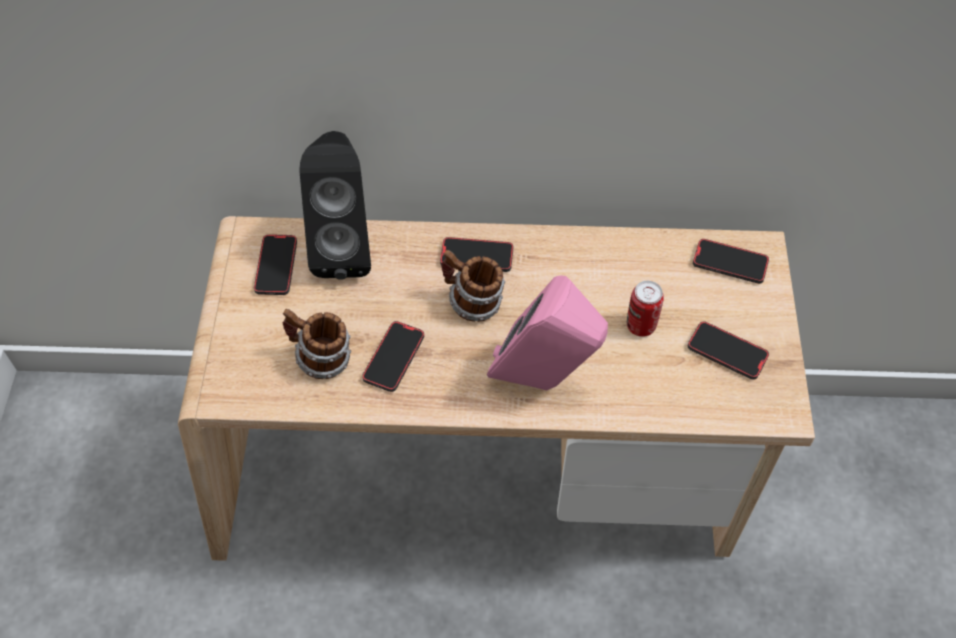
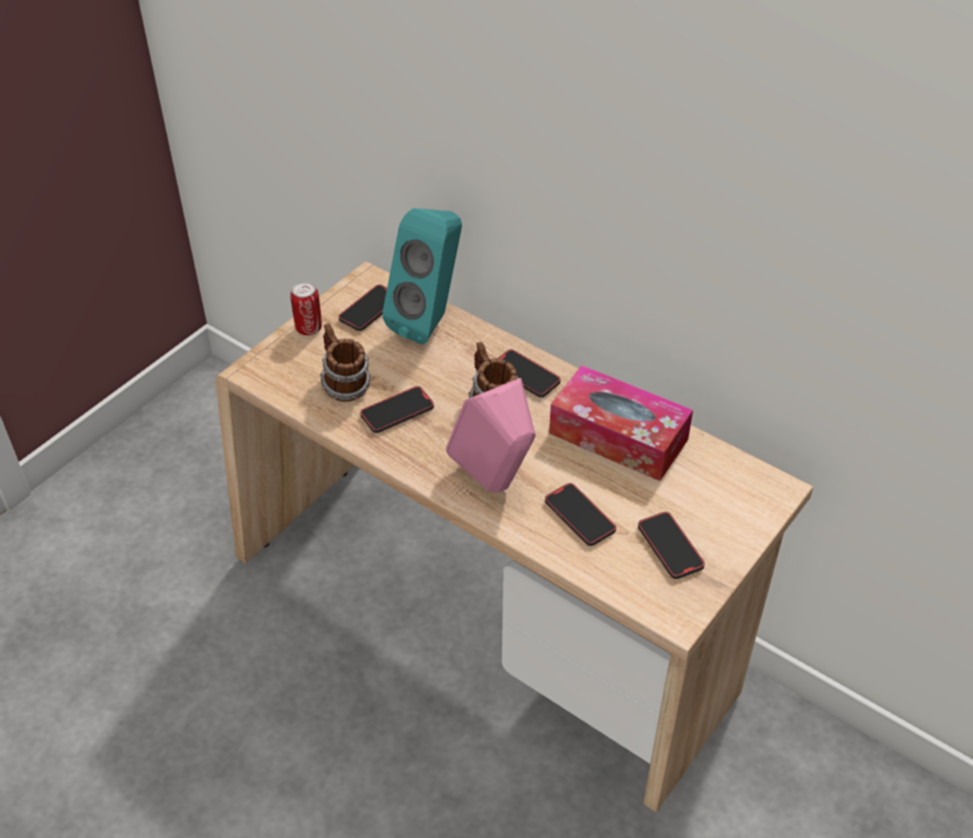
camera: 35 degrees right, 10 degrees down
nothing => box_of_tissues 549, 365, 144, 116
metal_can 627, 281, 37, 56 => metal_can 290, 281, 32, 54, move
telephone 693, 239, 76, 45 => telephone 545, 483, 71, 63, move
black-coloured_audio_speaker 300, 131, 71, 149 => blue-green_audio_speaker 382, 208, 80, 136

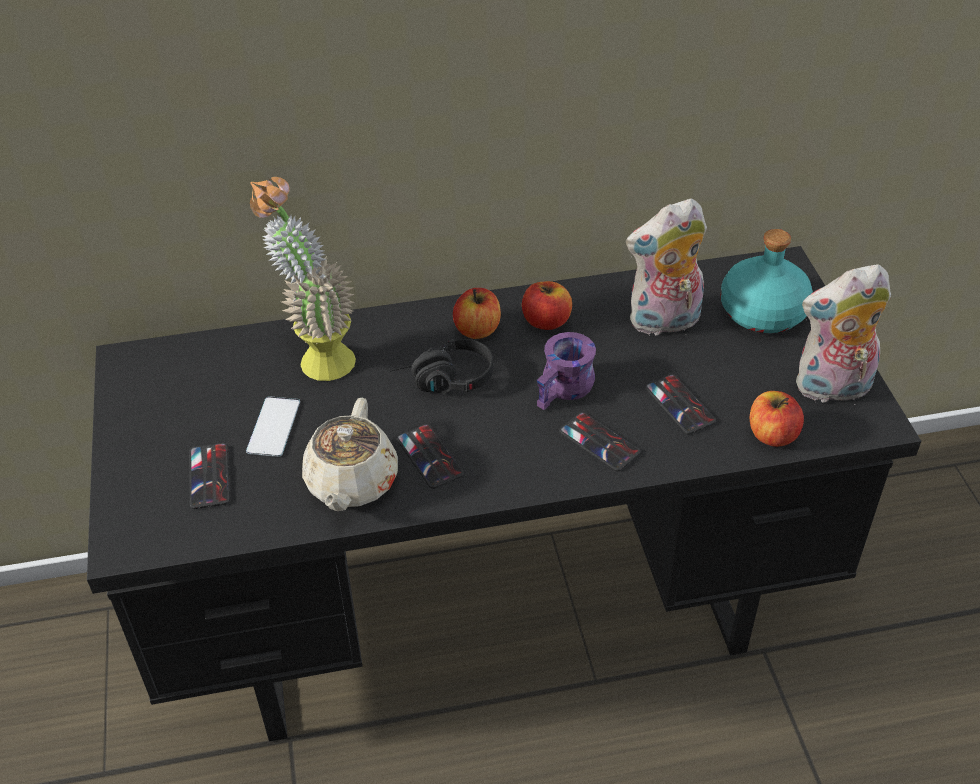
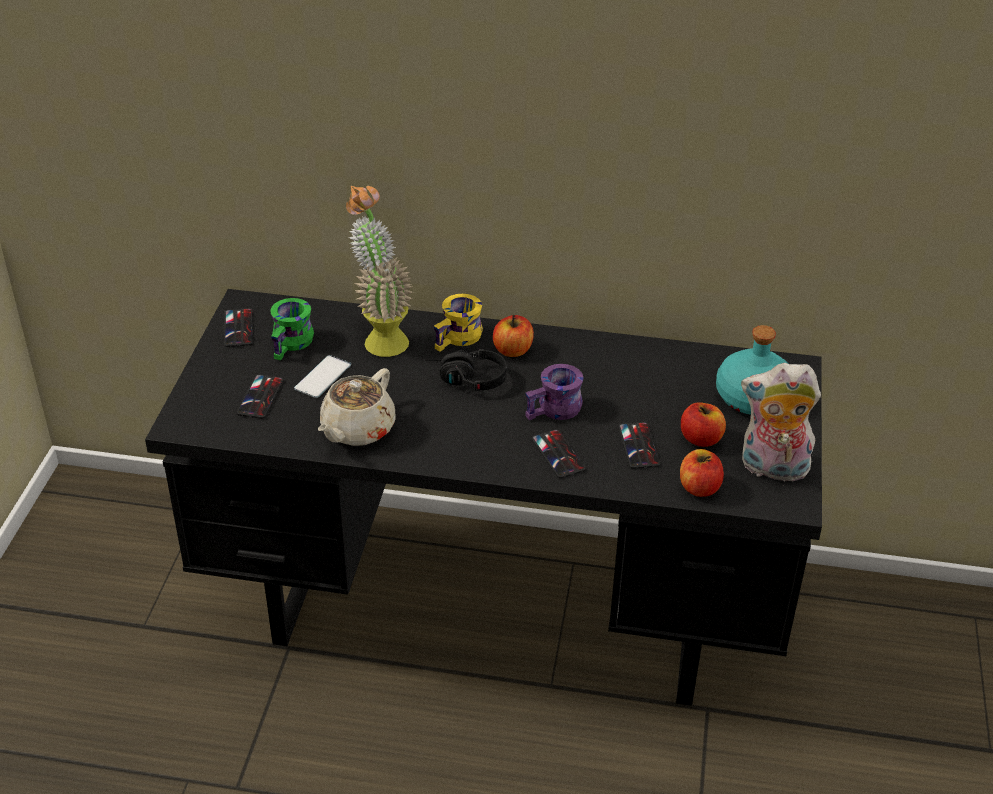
camera: 20 degrees right, 5 degrees down
plush_toy 626, 198, 81, 138 => nothing
nothing => greenish_coffee_mug 270, 298, 44, 63
nothing => yellowish_coffee_mug 434, 294, 49, 58
telephone 396, 424, 68, 65 => telephone 224, 308, 29, 39, move
apple 522, 281, 50, 49 => apple 681, 403, 45, 44, move

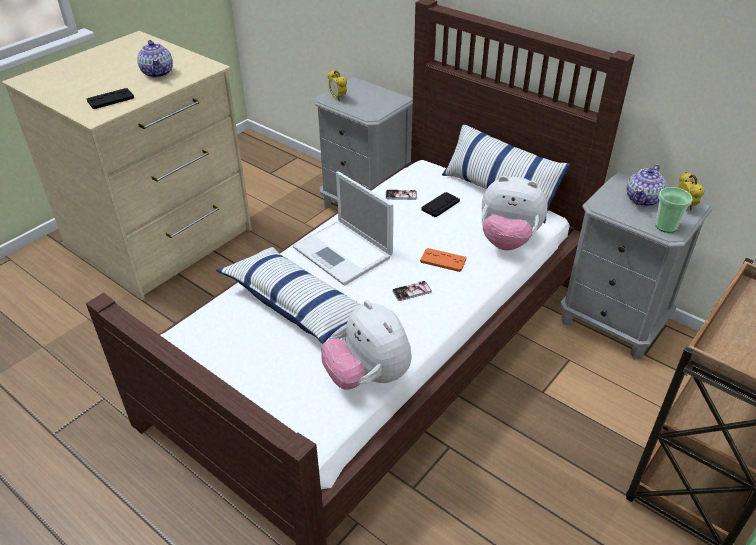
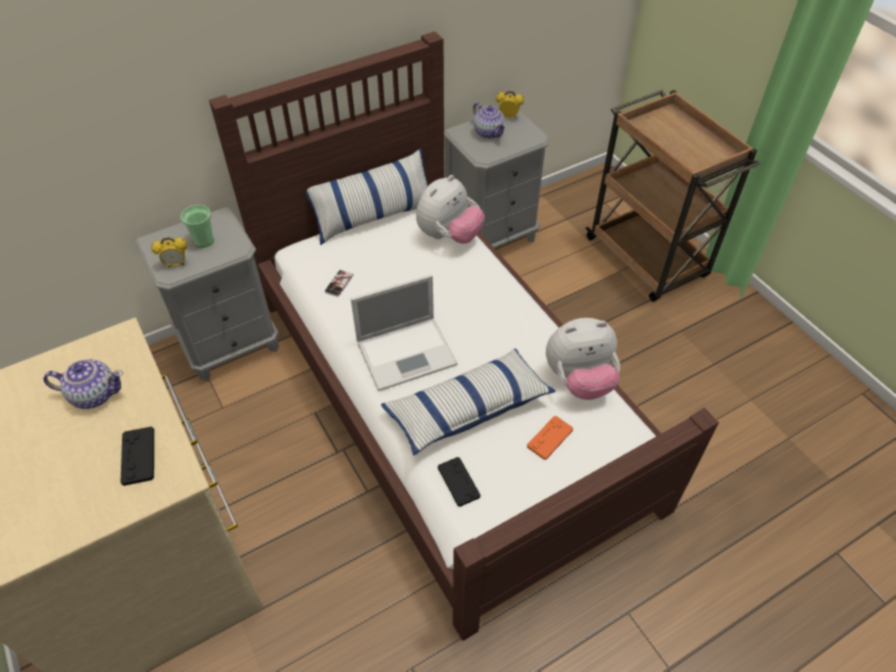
camera: 70 degrees left, 10 degrees up
telephone 392, 281, 40, 20 => nothing
orangey_joypad 420, 248, 46, 24 => orangey_joypad 527, 416, 46, 44, move
black-coloured_joypad 421, 192, 39, 25 => black-coloured_joypad 438, 457, 43, 50, move
drinking_cup 655, 187, 37, 46 => drinking_cup 181, 205, 33, 42, move

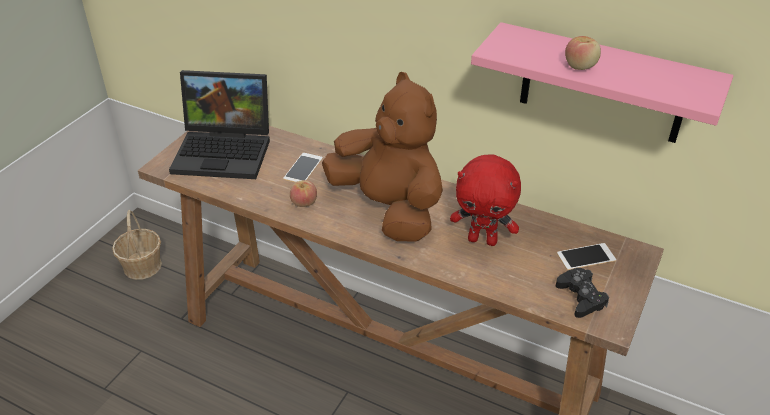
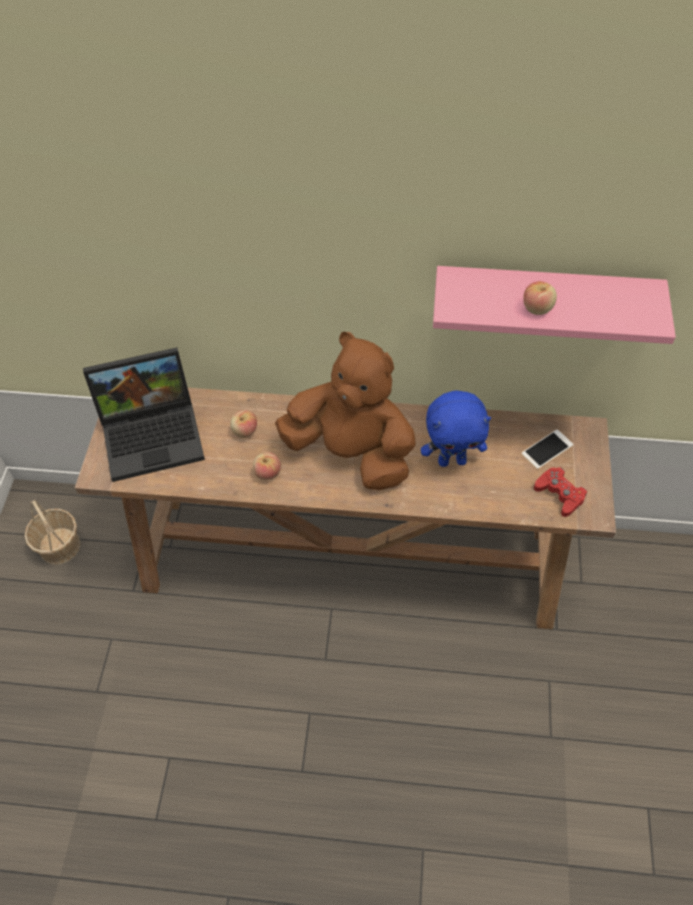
camera: 20 degrees left, 15 degrees up
telephone 283, 153, 40, 30 => apple 230, 410, 27, 28
red_plush_toy 450, 154, 71, 92 => blue_plush_toy 421, 390, 70, 77
black-coloured_joypad 556, 268, 53, 50 => red_joypad 534, 467, 53, 50

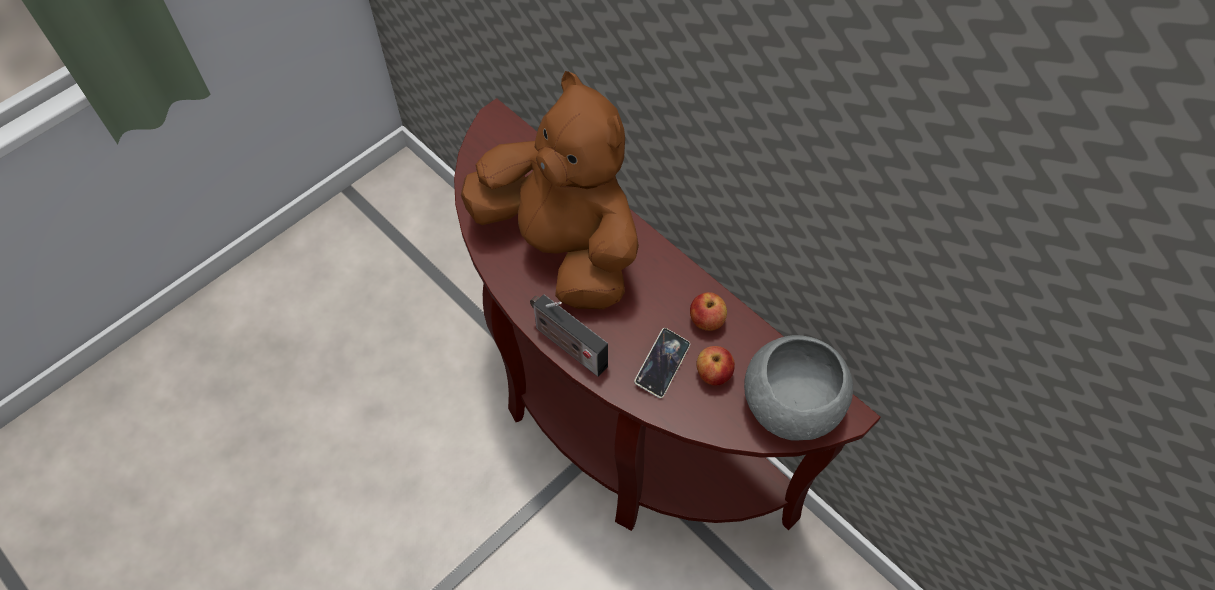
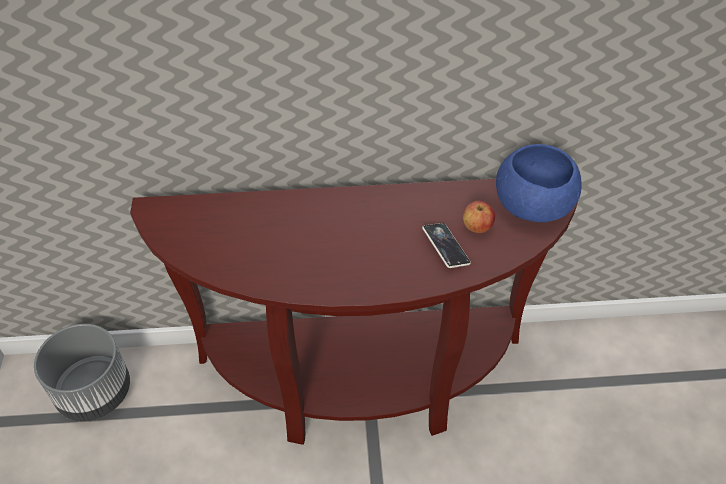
camera: 50 degrees left, 10 degrees down
brown_plush_toy 461, 71, 178, 238 => nothing
radio_set 530, 295, 78, 82 => nothing
apple 690, 292, 37, 39 => nothing
nothing => greyish_planter 34, 324, 96, 97
greyish_bowl 744, 335, 109, 106 => blue_bowl 496, 144, 86, 78

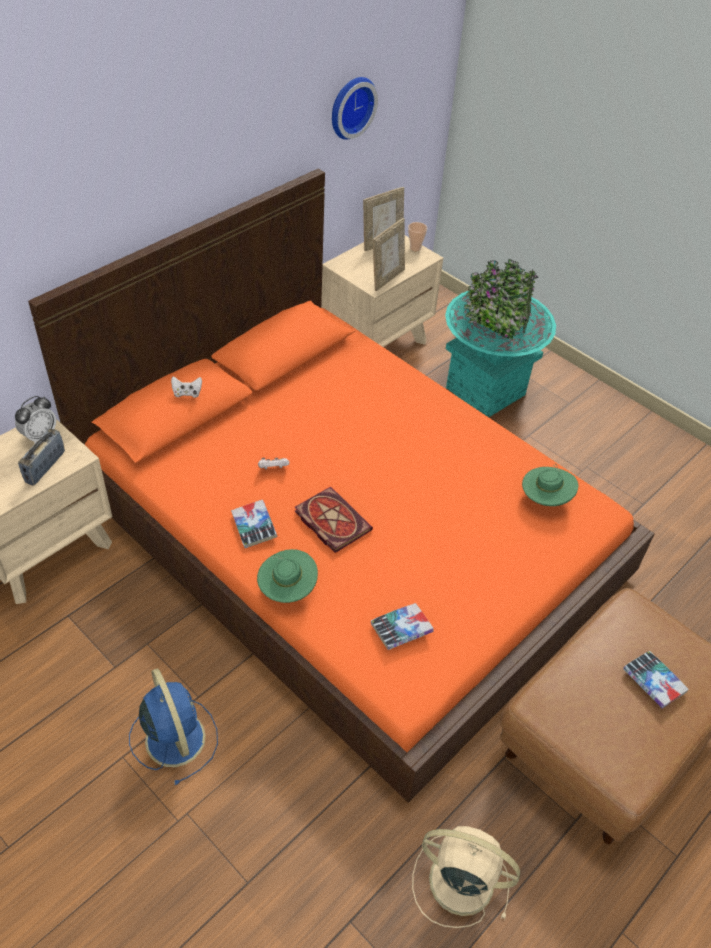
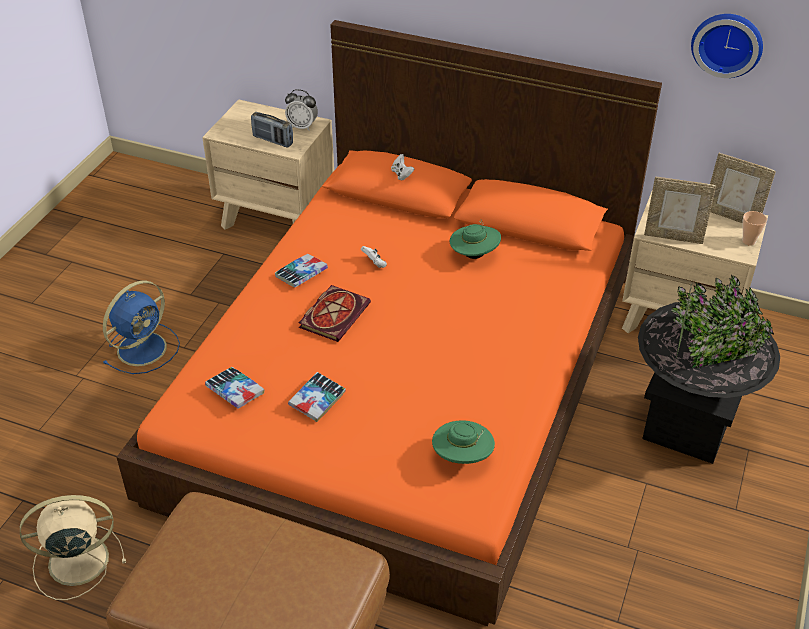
camera: 70 degrees right, 5 degrees down
greenish_wearable_hat 257, 549, 61, 54 => greenish_wearable_hat 450, 220, 51, 39, move
bound_book 623, 651, 66, 58 => bound_book 288, 372, 58, 50, move
blue-green_planter 445, 259, 111, 158 => black-coloured_planter 638, 275, 142, 189
radio_set 18, 428, 47, 58 => radio_set 251, 112, 42, 36, 150 degrees counterclockwise
beige-coloured_cooling_fan 412, 826, 108, 102 => beige-coloured_cooling_fan 20, 495, 106, 105, 105 degrees counterclockwise

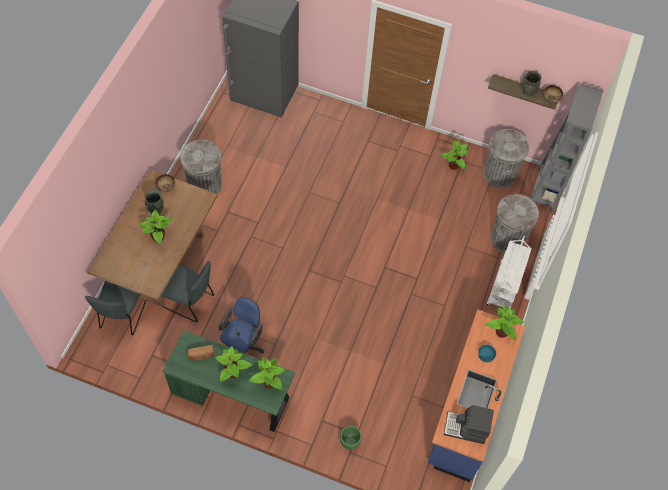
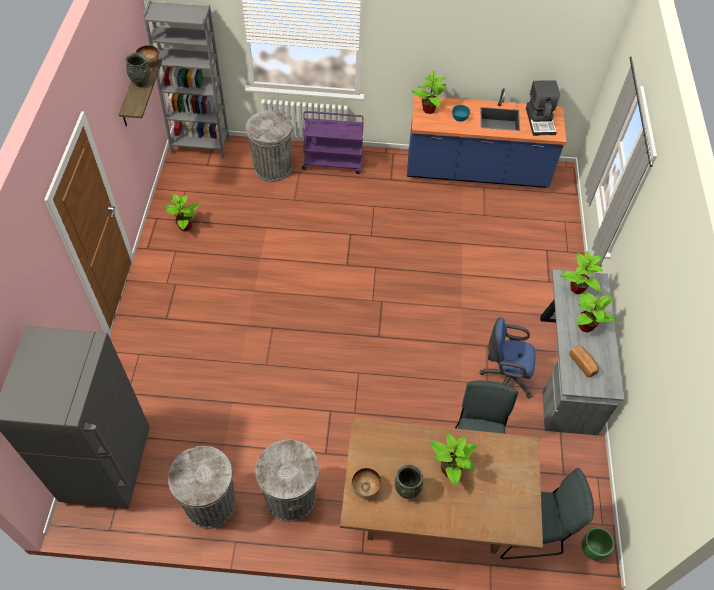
camera: 105 degrees left, 5 degrees down
greenish_planter 340, 426, 22, 24 => greenish_planter 582, 527, 32, 34, move
greyish_waste_bin 483, 129, 46, 59 => greyish_waste_bin 168, 446, 68, 83, move
greenish_desk_table 162, 330, 133, 102 => greyish_desk_table 540, 269, 84, 166
white_wheeled_cart 487, 236, 45, 73 => purple-coloured_wheeled_cart 302, 111, 62, 63

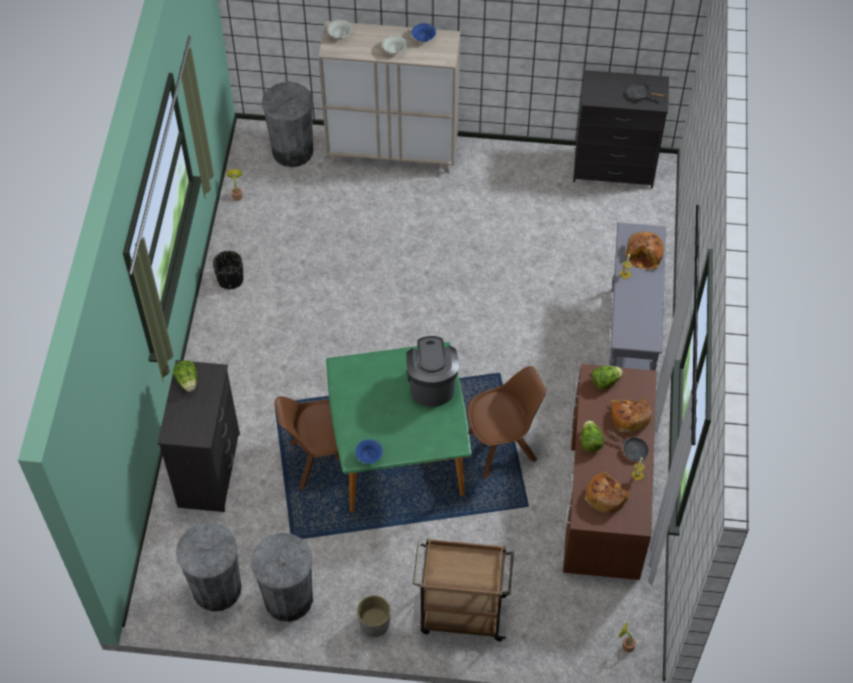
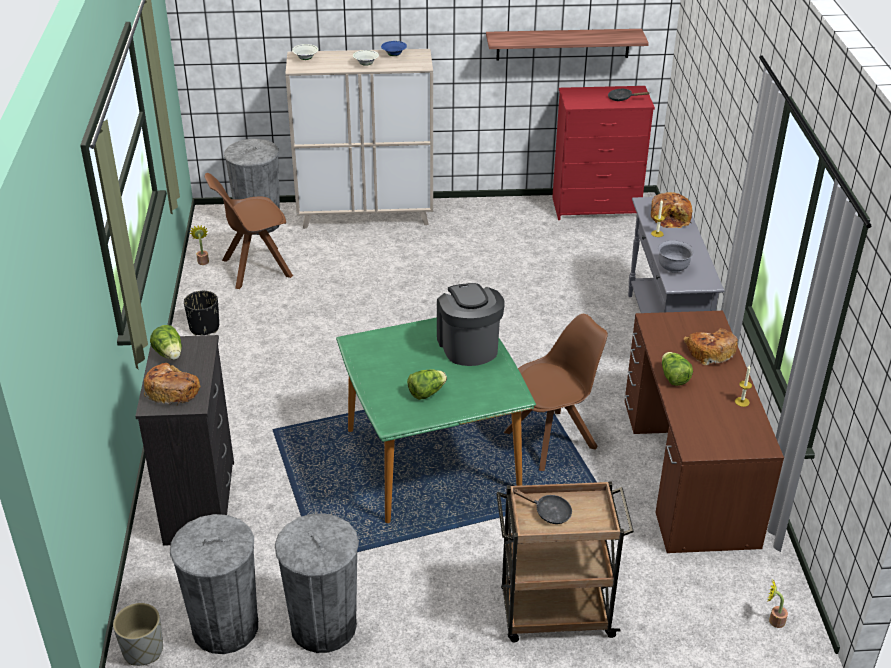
camera: 10 degrees left, 20 degrees down
blue_bowl 355, 439, 28, 25 => nothing
nothing => bracket_shelf 486, 29, 163, 31
nothing => greyish_bowl 658, 240, 36, 33
brown_chair 275, 396, 82, 94 => brown_chair 205, 173, 88, 116, move
greyish_planter 357, 595, 34, 42 => greyish_planter 113, 603, 50, 63, move
bread 584, 472, 45, 41 => bread 144, 363, 57, 42, move
head_of_lettuce 591, 366, 32, 23 => head_of_lettuce 407, 369, 40, 31, move
black-coloured_skillet 609, 430, 40, 31 => black-coloured_skillet 513, 489, 59, 35, move
black-coloured_chest_of_drawers 573, 70, 96, 119 => red_chest_of_drawers 552, 86, 103, 134

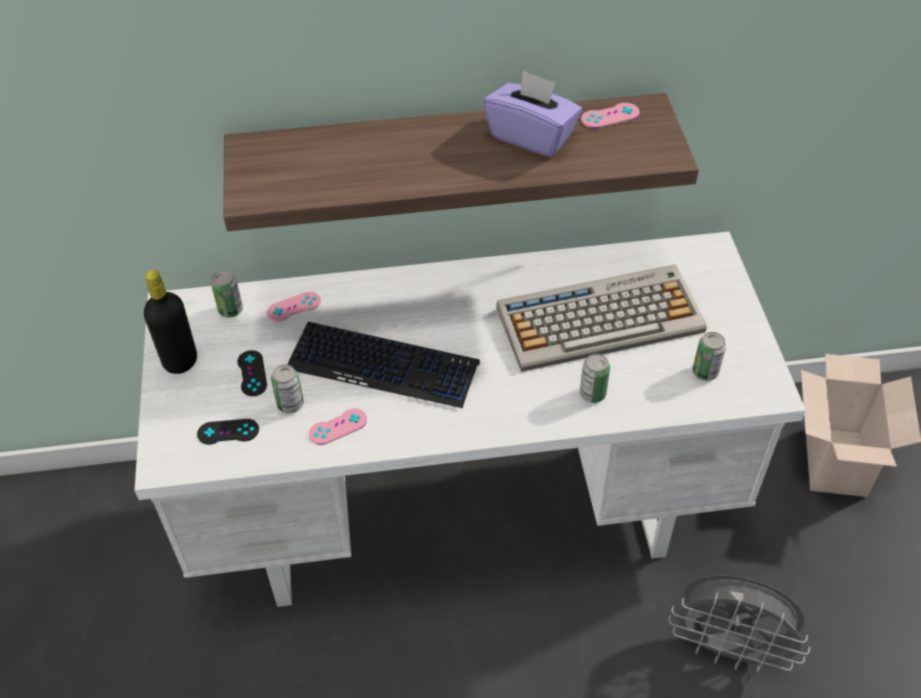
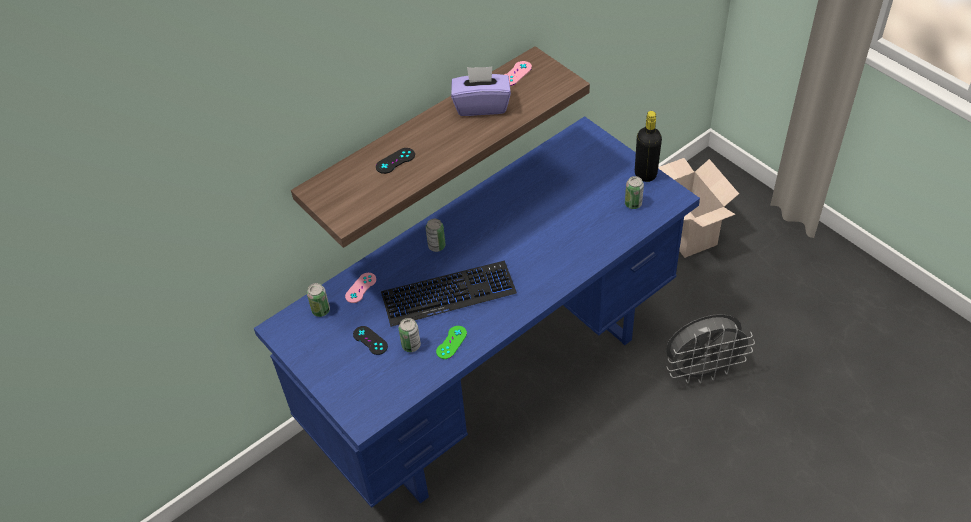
camera: 30 degrees left, 0 degrees up
keyboard 497, 265, 210, 107 => nothing
black-coloured_beverage_bottle 144, 270, 53, 104 => black-coloured_beverage_bottle 635, 111, 27, 71, move
black-coloured_joypad 197, 419, 62, 26 => black-coloured_joypad 376, 148, 39, 26, move
metal_can 580, 354, 30, 49 => metal_can 426, 219, 20, 33, move
white_desk_table 135, 232, 671, 375 => blue_desk_table 254, 116, 446, 392
pink-coloured_joypad 309, 408, 58, 37 => greenish_joypad 436, 326, 31, 33

